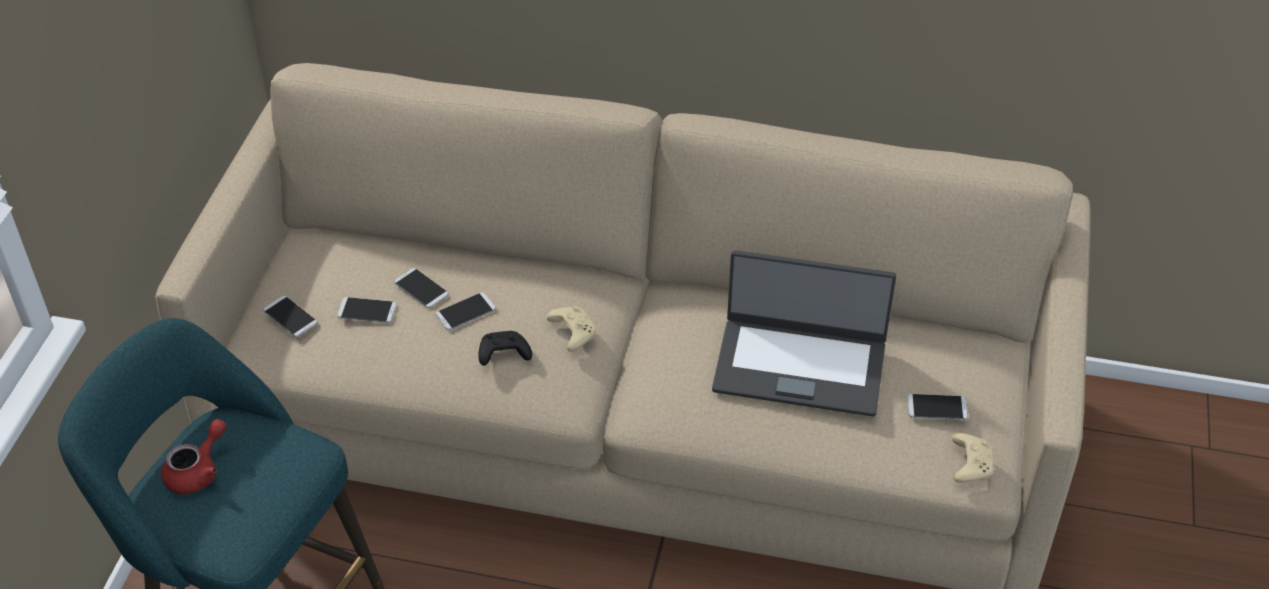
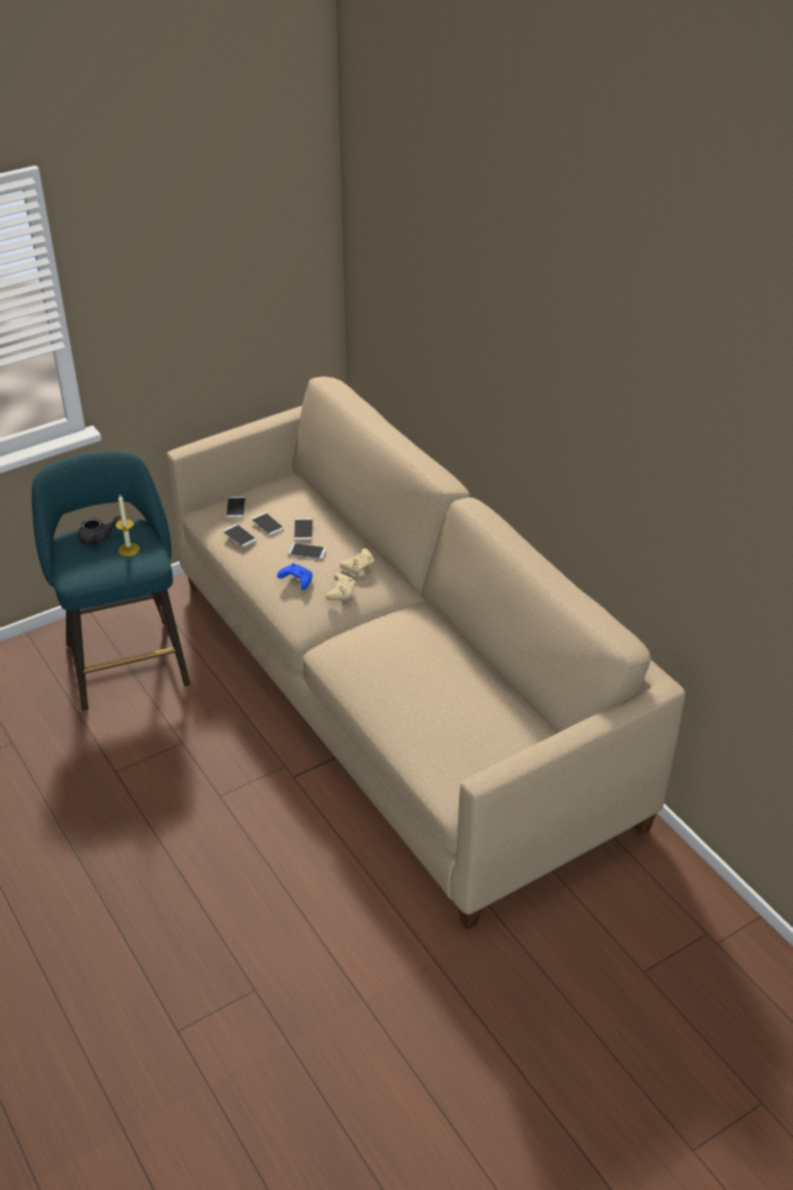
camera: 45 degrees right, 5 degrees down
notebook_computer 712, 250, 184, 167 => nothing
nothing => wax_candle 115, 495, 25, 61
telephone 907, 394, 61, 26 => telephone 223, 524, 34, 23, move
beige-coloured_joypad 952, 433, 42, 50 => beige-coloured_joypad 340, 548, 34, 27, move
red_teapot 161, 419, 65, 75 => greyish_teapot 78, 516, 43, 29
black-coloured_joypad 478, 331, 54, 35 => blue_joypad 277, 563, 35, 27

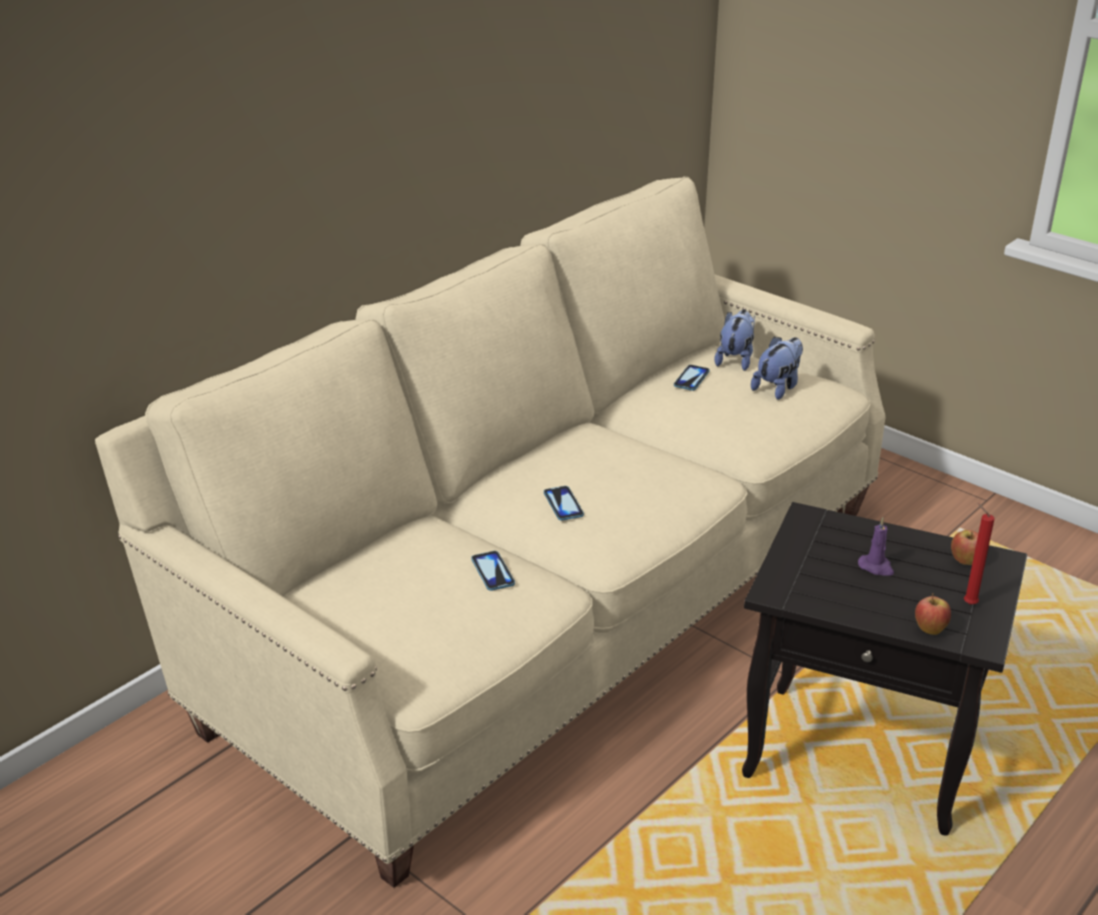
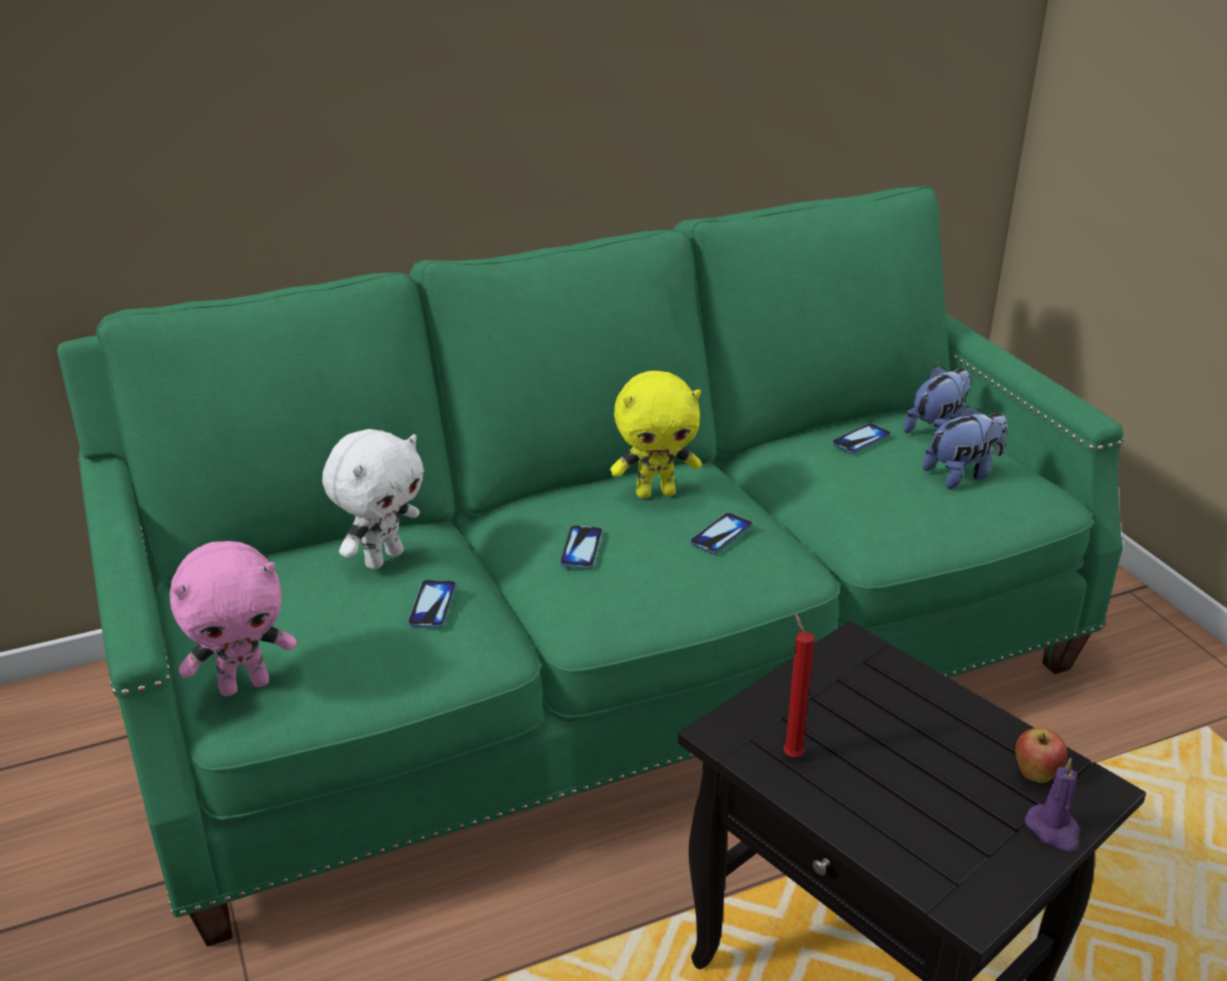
camera: 25 degrees right, 0 degrees up
apple 915, 593, 36, 42 => nothing
nothing => pink-coloured_plush_toy 170, 541, 127, 155
nothing => white_plush_toy 322, 429, 102, 141
nothing => yellowish_plush_toy 610, 371, 92, 127
nothing => telephone 690, 512, 63, 42
purple-coloured_wax_candle 858, 517, 36, 59 => purple-coloured_wax_candle 1025, 758, 55, 94, move
red_wax_candle 964, 503, 31, 102 => red_wax_candle 783, 612, 32, 145, move
beige-coloured_couch 95, 177, 791, 711 => greenish_couch 57, 186, 1067, 760

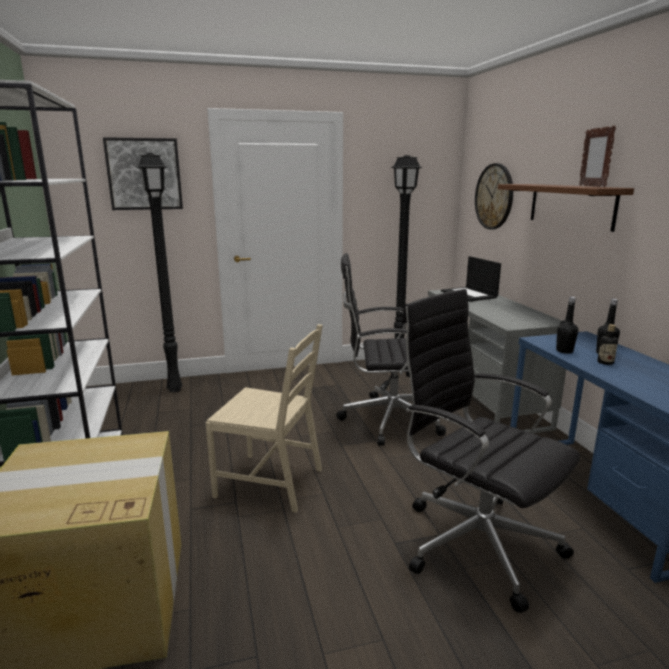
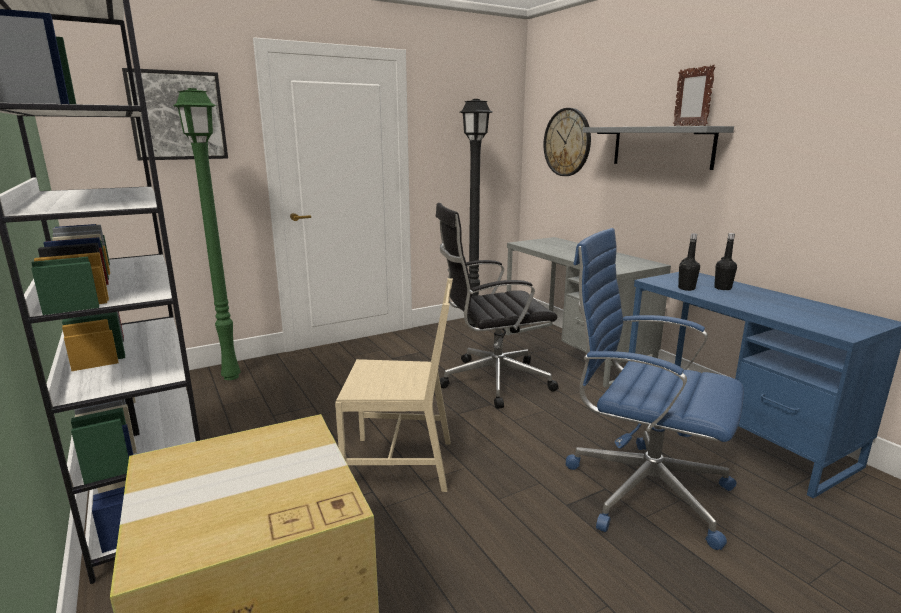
camera: 15 degrees left, 0 degrees up
notebook_computer 441, 256, 60, 46 => nothing
beverage_bottle 597, 324, 21, 41 => nothing
black-coloured_standing_lamp 137, 153, 46, 239 => greenish_standing_lamp 173, 88, 68, 292
black-coloured_office_chair 402, 289, 178, 324 => blue_office_chair 566, 228, 178, 322
brown_bracket_shelf 498, 184, 136, 48 => greyish_bracket_shelf 583, 126, 151, 44

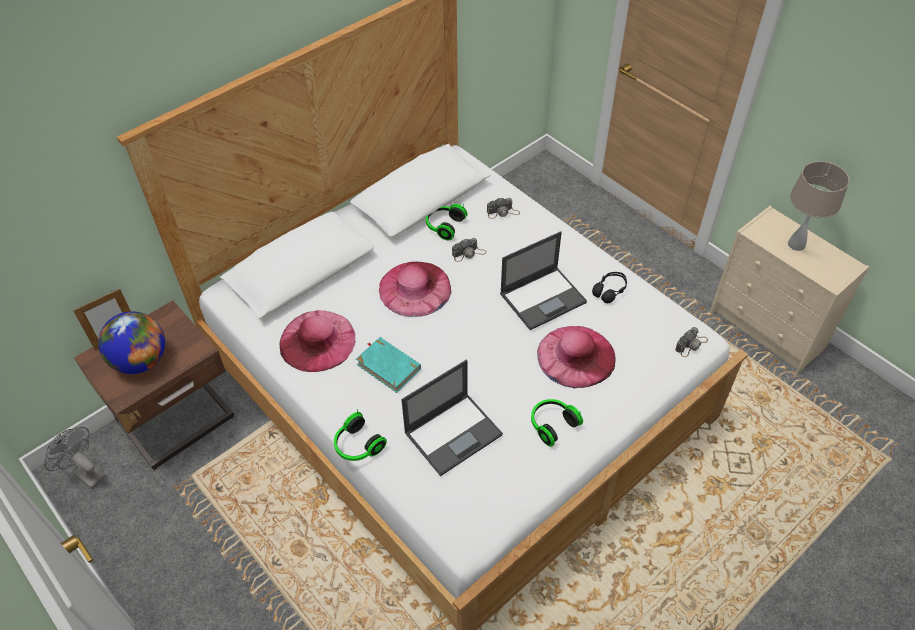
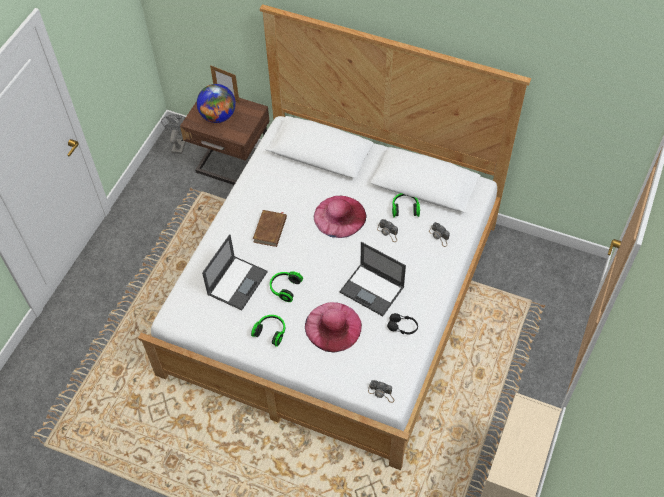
camera: 65 degrees right, 5 degrees up
pink-coloured_wearable_hat 280, 310, 76, 62 => nothing
beige-coloured_table_lamp 788, 161, 61, 90 => nothing
pair_of_headphones 334, 409, 53, 52 => pair_of_headphones 270, 271, 33, 31, move
blue-green_bound_book 356, 337, 65, 56 => brown_bound_book 253, 210, 34, 37
notebook_computer 401, 360, 102, 116 => notebook_computer 202, 234, 65, 76, 90 degrees counterclockwise

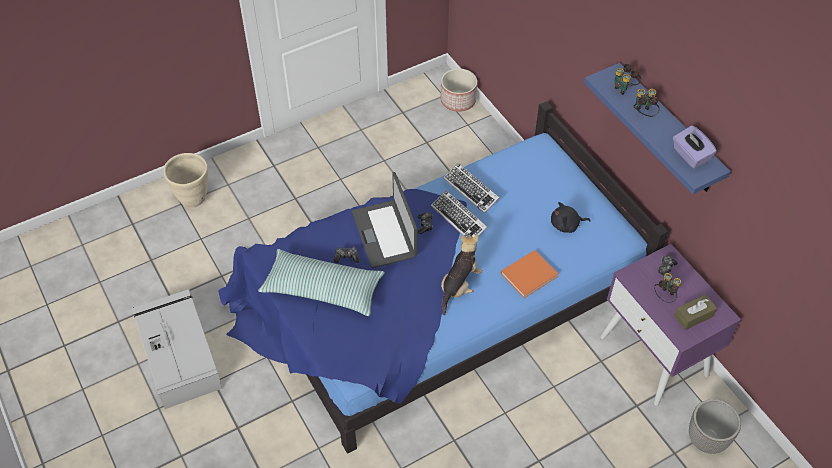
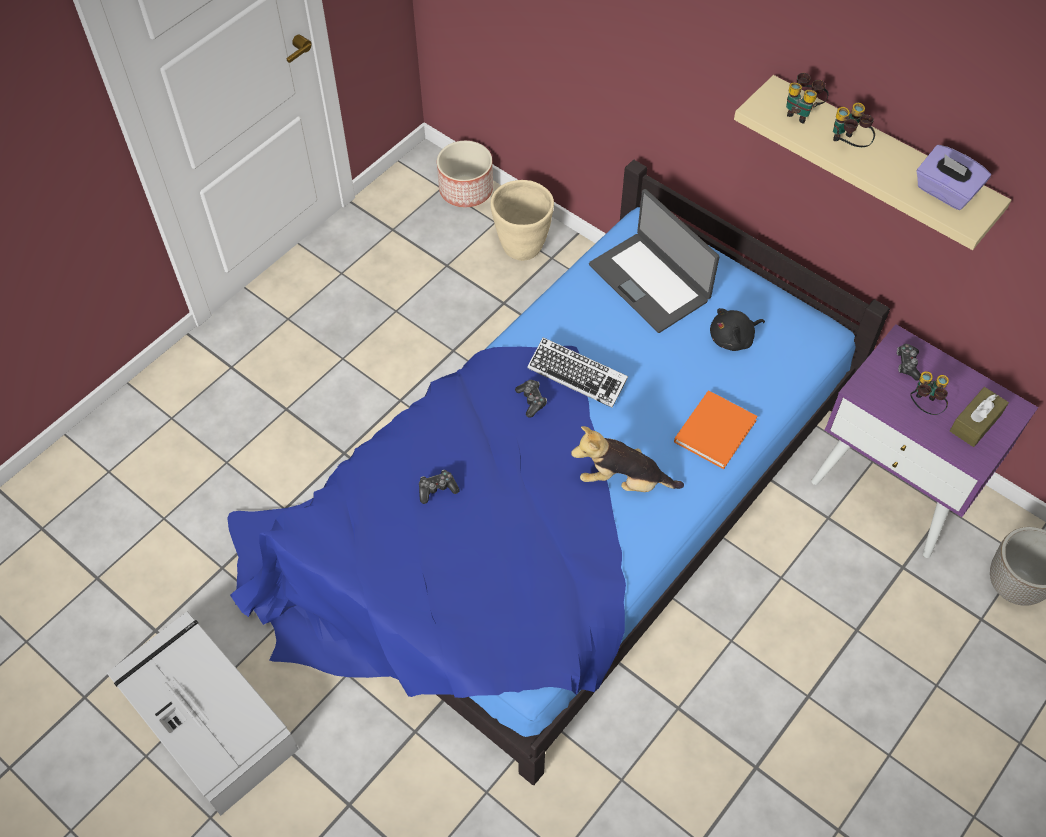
camera: 20 degrees left, 5 degrees up
throw_pillow 258, 249, 127, 67 => nothing
keyboard 444, 163, 56, 51 => nothing
beige-coloured_planter 163, 153, 45, 55 => beige-coloured_planter 490, 180, 64, 81, move
notebook_computer 352, 172, 65, 96 => notebook_computer 589, 189, 130, 144, move
blue_bracket_shelf 584, 63, 147, 131 => beige-coloured_bracket_shelf 734, 75, 277, 175
plush_toy 441, 234, 41, 81 => plush_toy 571, 426, 113, 66, 90 degrees counterclockwise

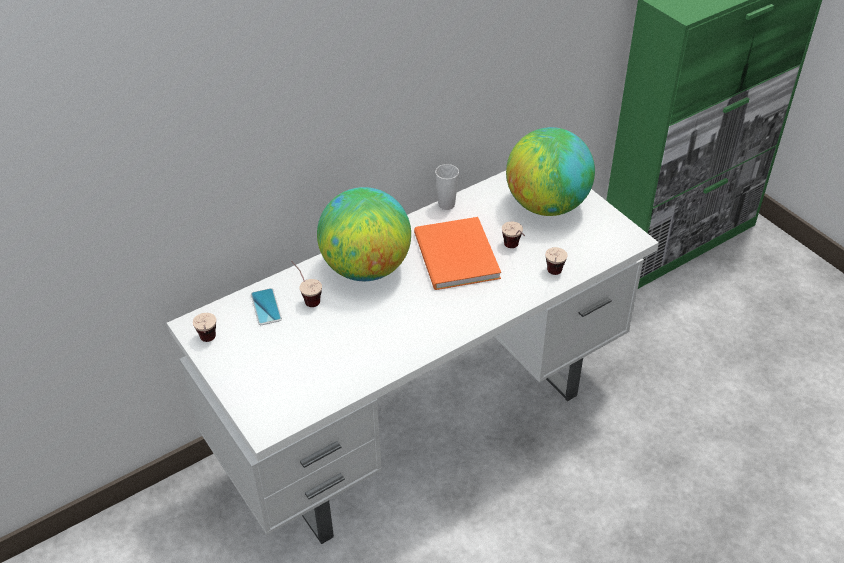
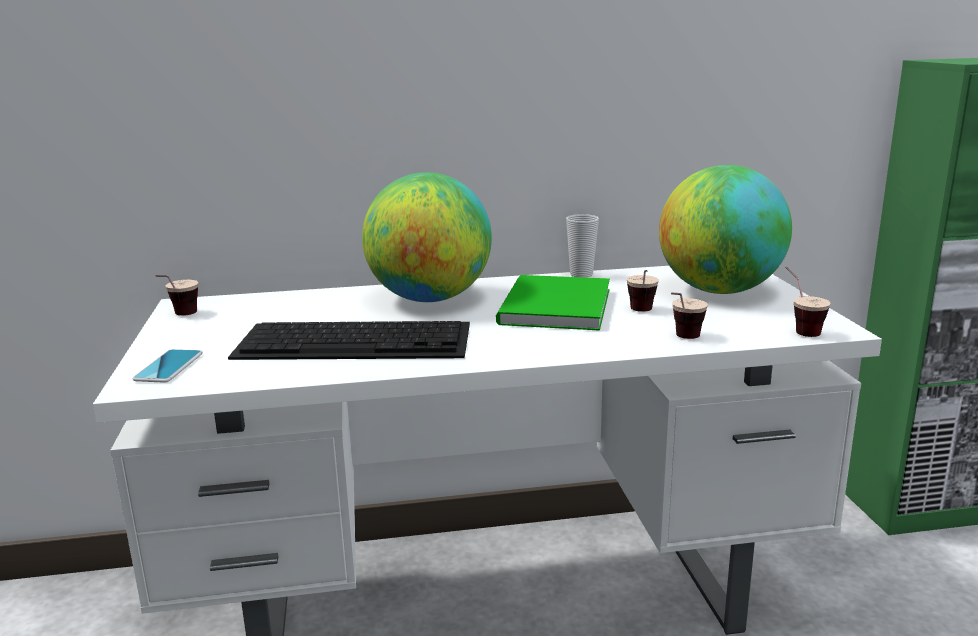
camera: 25 degrees right, 25 degrees down
nothing => keyboard 228, 321, 242, 39
telephone 251, 288, 31, 37 => telephone 133, 349, 70, 34, move
drinking_cup 291, 260, 31, 47 => drinking_cup 785, 266, 46, 71, move
orangey_bound_book 414, 217, 87, 73 => greenish_bound_book 496, 275, 114, 56

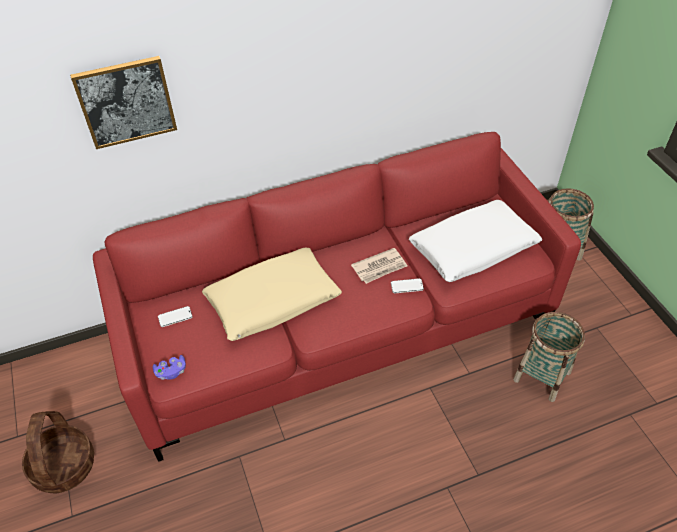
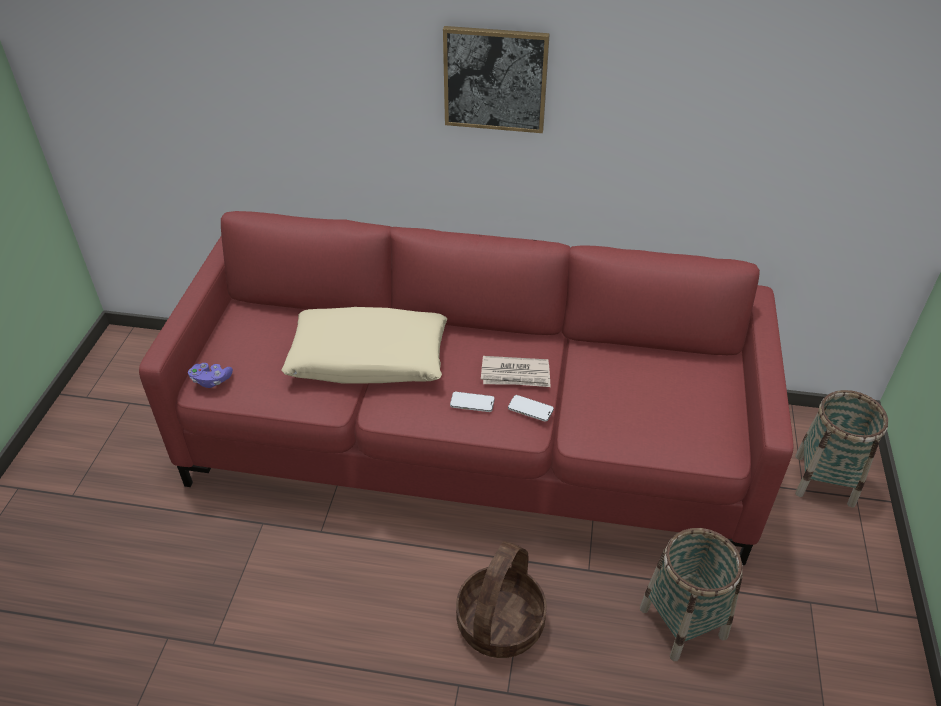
camera: 30 degrees right, 5 degrees down
white_throw_pillow 409, 200, 133, 82 => nothing
household_basket 22, 411, 72, 82 => household_basket 456, 542, 91, 116, move
picture 70, 56, 107, 93 => picture 443, 26, 107, 107, move
telephone 158, 306, 35, 21 => telephone 450, 392, 45, 20, move

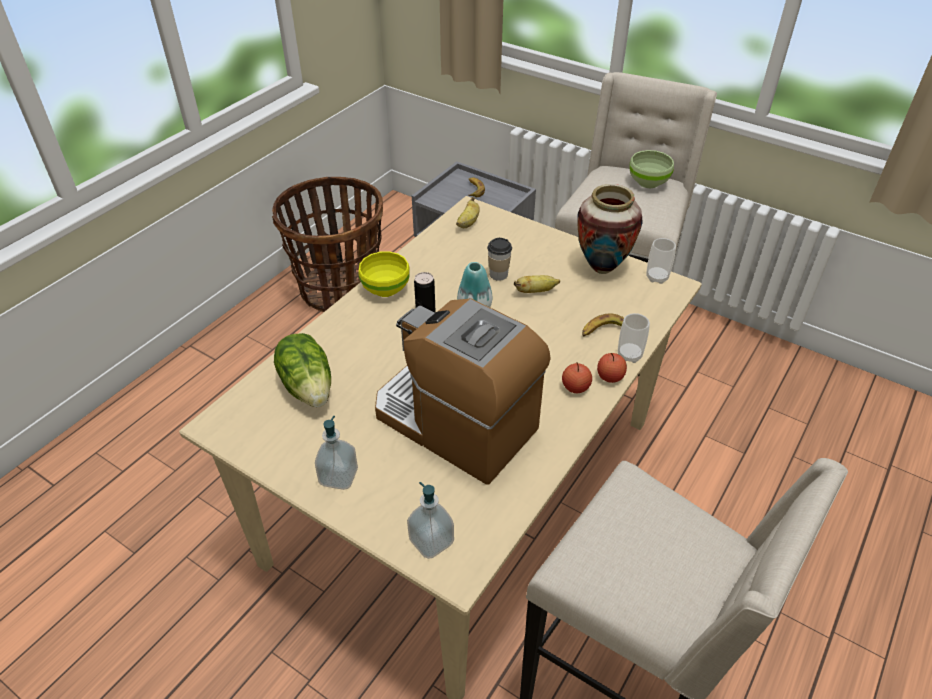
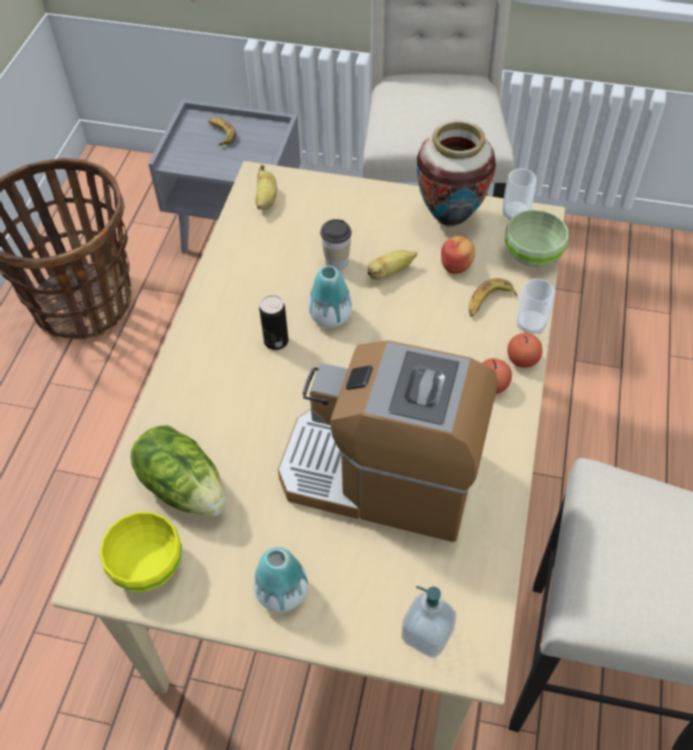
camera: 20 degrees left, 10 degrees up
nothing => apple 441, 236, 34, 38
yellowish_bowl 358, 251, 52, 46 => yellowish_bowl 100, 512, 82, 79, move
greenish_bowl 629, 150, 45, 38 => greenish_bowl 505, 209, 63, 58, move
soap_dispenser 315, 416, 43, 74 => vase 253, 547, 55, 65

